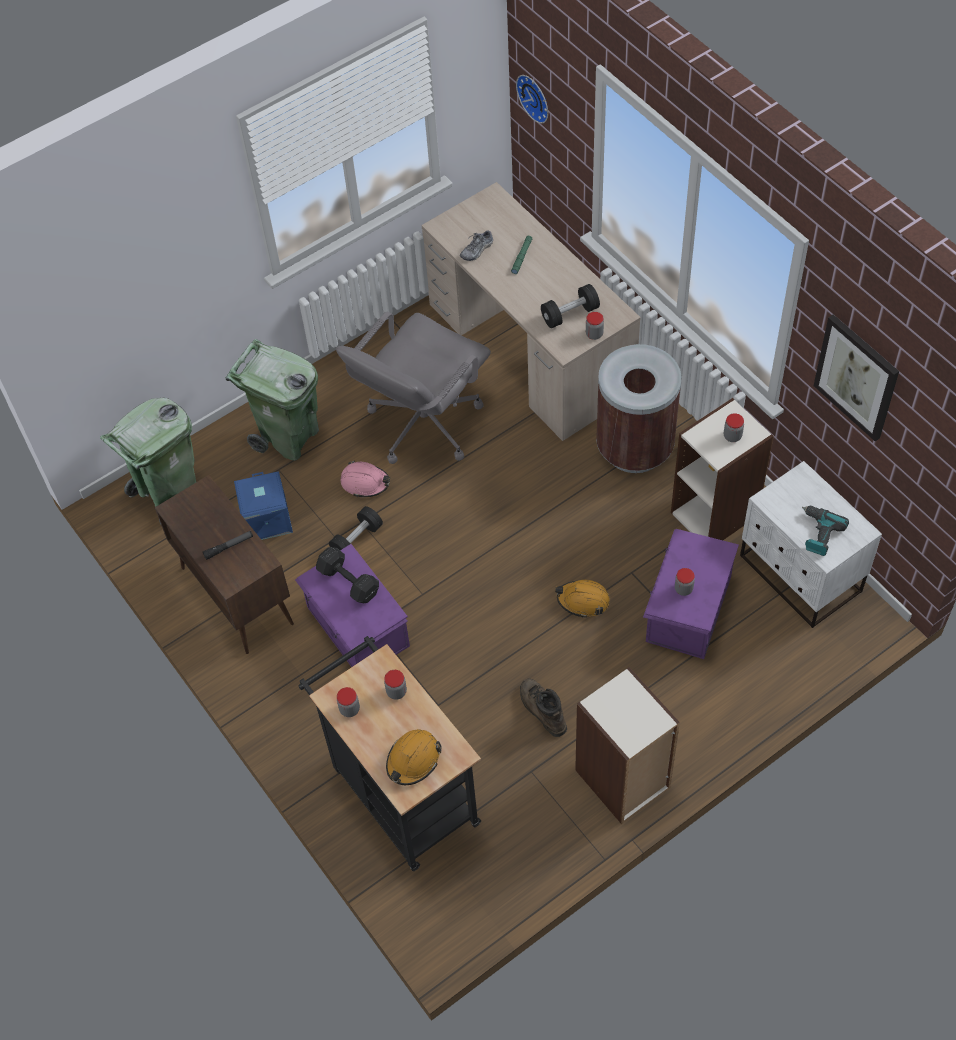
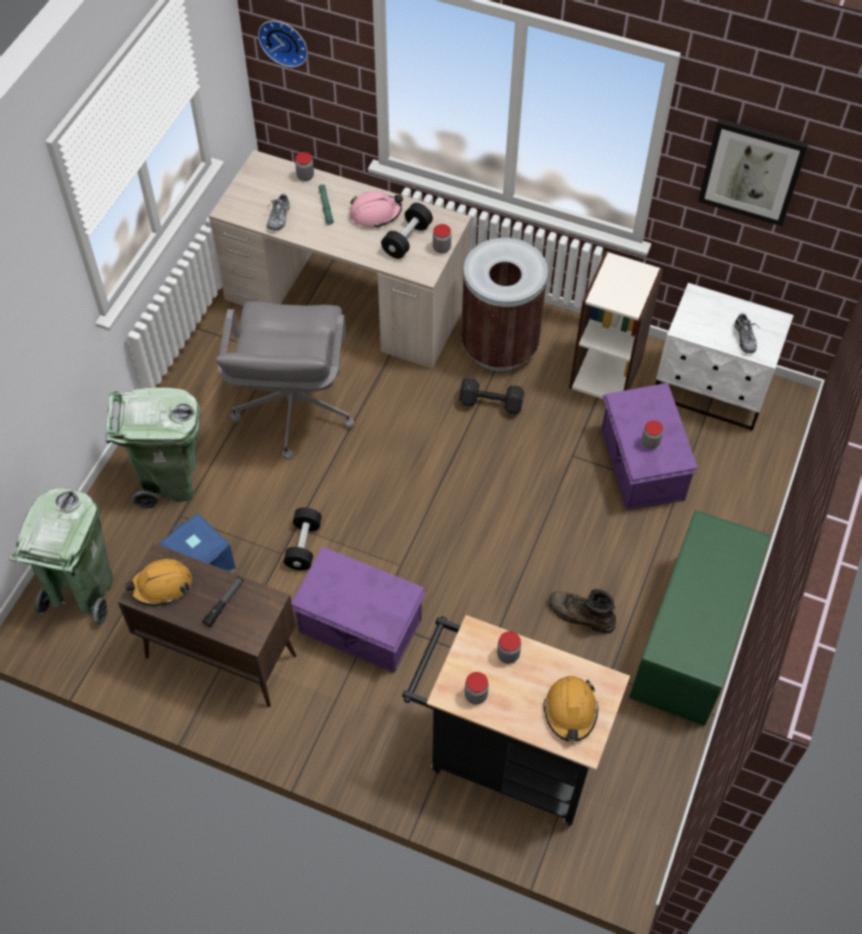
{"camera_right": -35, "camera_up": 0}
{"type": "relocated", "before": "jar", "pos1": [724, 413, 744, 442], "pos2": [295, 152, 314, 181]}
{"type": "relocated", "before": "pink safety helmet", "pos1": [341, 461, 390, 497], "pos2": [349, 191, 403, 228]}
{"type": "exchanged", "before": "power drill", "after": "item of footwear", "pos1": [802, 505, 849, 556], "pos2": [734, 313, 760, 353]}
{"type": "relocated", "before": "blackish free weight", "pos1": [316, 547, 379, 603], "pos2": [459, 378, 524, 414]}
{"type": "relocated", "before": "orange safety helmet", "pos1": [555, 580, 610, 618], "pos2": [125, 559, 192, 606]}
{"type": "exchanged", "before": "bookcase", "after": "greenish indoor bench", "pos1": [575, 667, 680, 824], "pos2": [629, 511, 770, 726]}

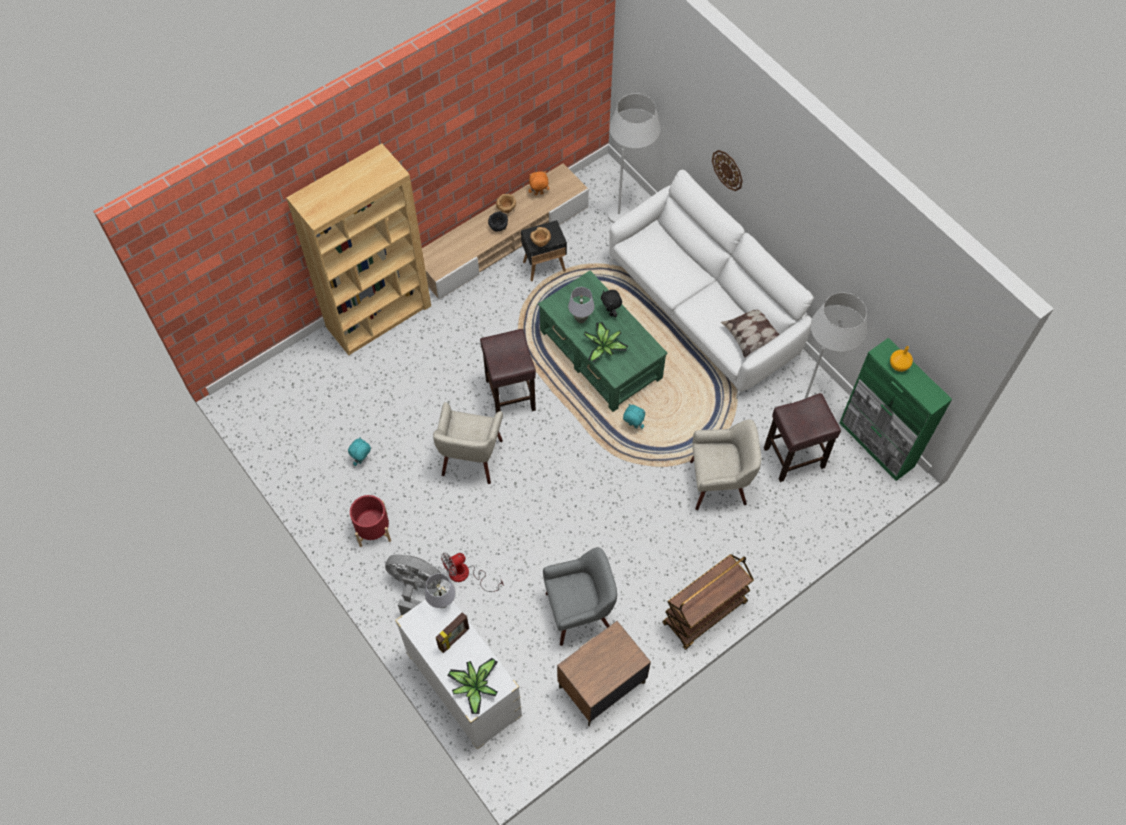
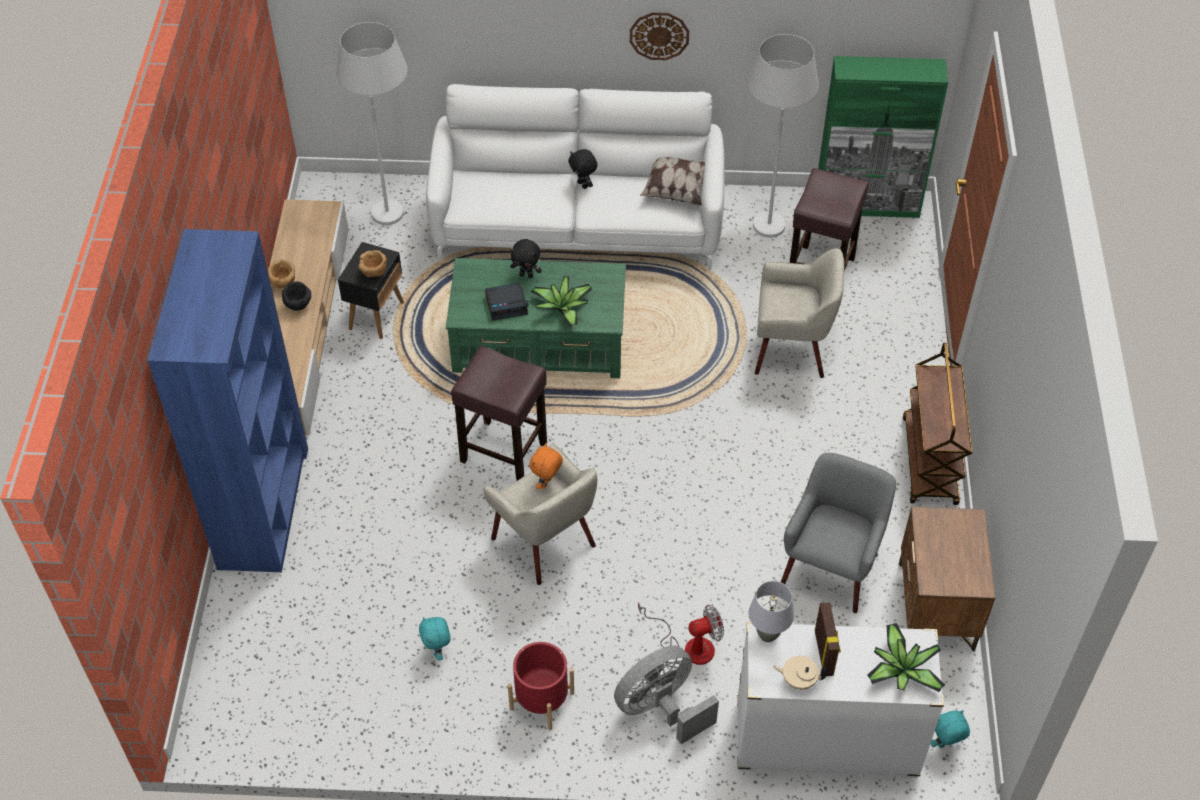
{"camera_right": -50, "camera_up": -10}
{"type": "colour", "before": "brown-coloured bookcase", "after": "bluish bookcase", "pos1": [286, 144, 431, 355], "pos2": [147, 229, 308, 572]}
{"type": "relocated", "before": "wall clock", "pos1": [712, 150, 743, 191], "pos2": [630, 12, 689, 60]}
{"type": "relocated", "before": "orange cuddly toy", "pos1": [528, 171, 549, 195], "pos2": [530, 443, 563, 490]}
{"type": "exchanged", "before": "greyish table lamp", "after": "bedside clock", "pos1": [568, 287, 594, 323], "pos2": [485, 282, 528, 321]}
{"type": "missing", "before": "orange decorative vase", "pos1": [890, 346, 913, 372]}
{"type": "relocated", "before": "blue-green cuddly toy", "pos1": [623, 404, 645, 429], "pos2": [931, 710, 970, 748]}
{"type": "spun", "before": "beige easy chair", "pos1": [690, 419, 761, 510], "pos2": [755, 248, 844, 378], "turn": 60}
{"type": "spun", "before": "fan", "pos1": [441, 553, 504, 592], "pos2": [638, 602, 724, 665], "turn": -120}
{"type": "appeared", "after": "blackish cuddly toy", "pos2": [568, 149, 598, 189]}
{"type": "appeared", "after": "beige pot for tea", "pos2": [773, 656, 826, 690]}

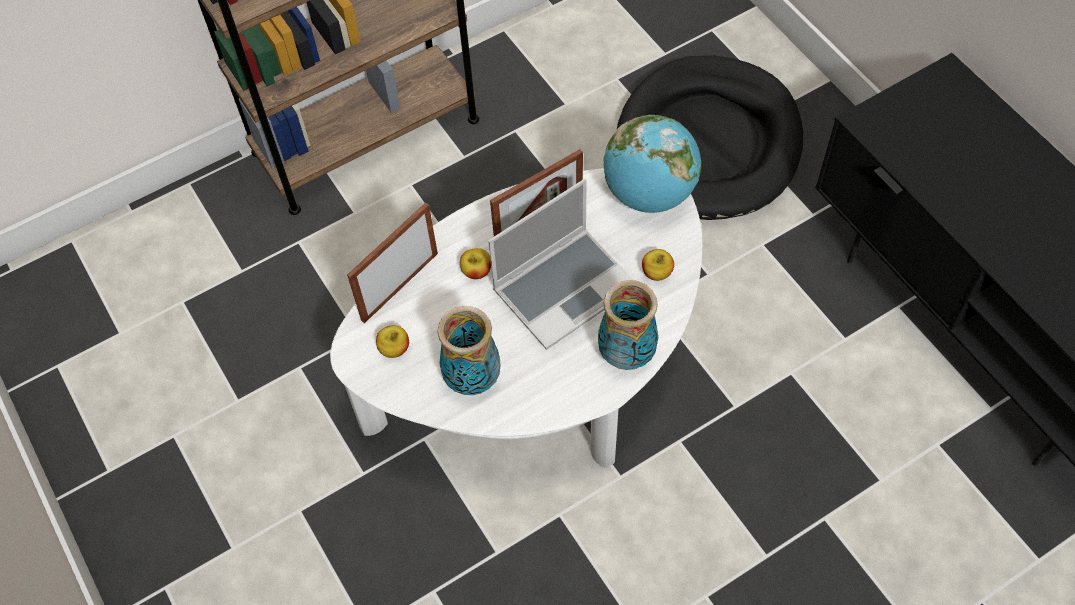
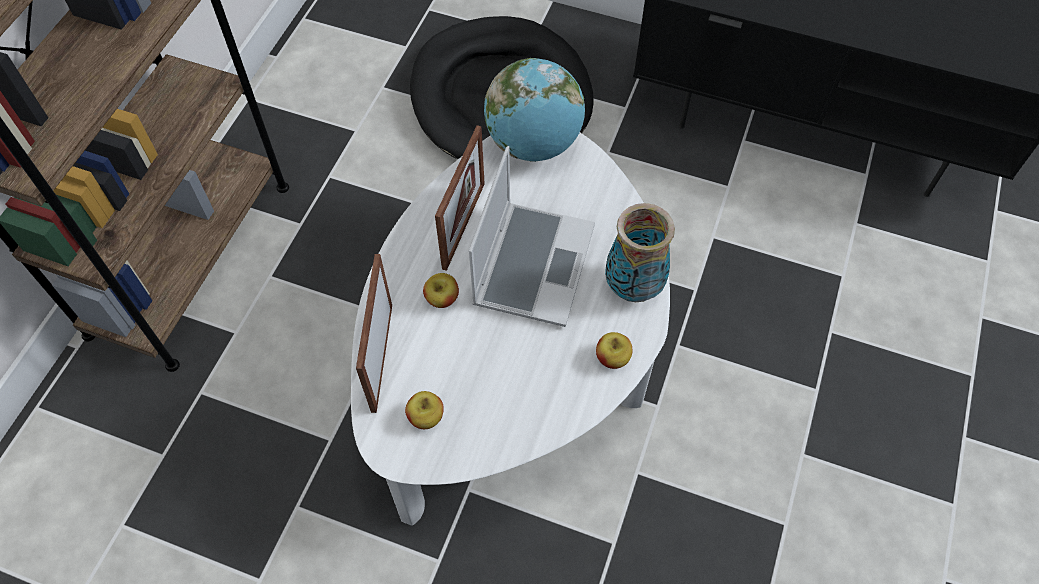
{"camera_right": -40, "camera_up": 0}
{"type": "relocated", "before": "apple", "pos1": [642, 249, 674, 281], "pos2": [596, 332, 632, 369]}
{"type": "missing", "before": "decorative vase", "pos1": [437, 306, 500, 395]}

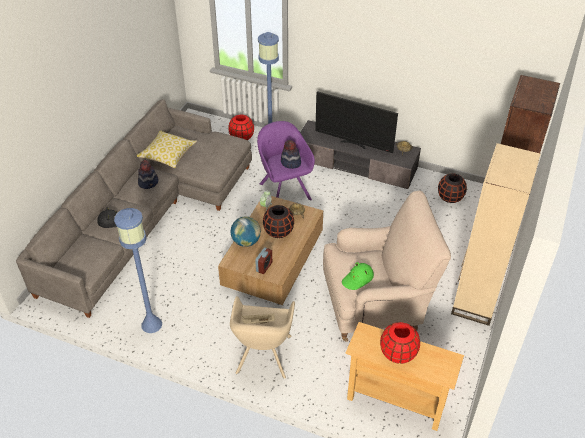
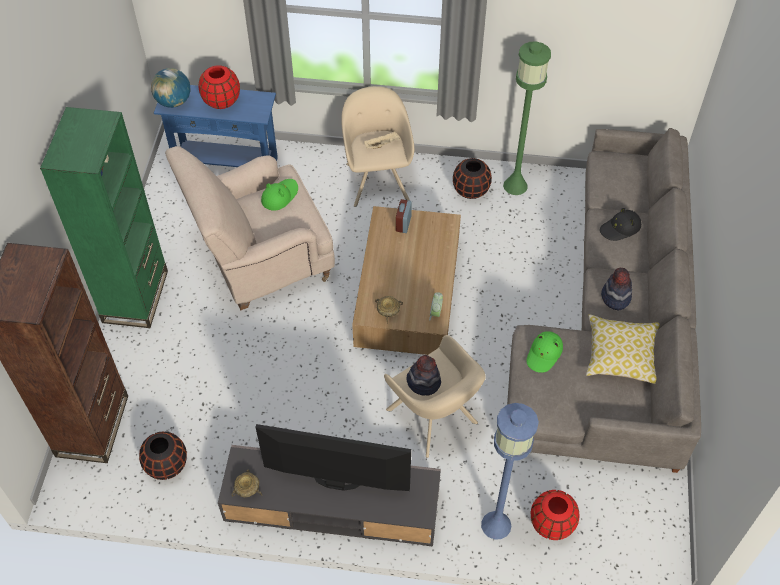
{"camera_right": 165, "camera_up": 10}
{"type": "colour", "before": "purple-coloured easy chair", "after": "beige easy chair", "pos1": [257, 121, 315, 200], "pos2": [384, 335, 486, 458]}
{"type": "colour", "before": "beige bookcase", "after": "greenish bookcase", "pos1": [451, 143, 540, 326], "pos2": [40, 107, 168, 328]}
{"type": "relocated", "before": "blackish decorative vase", "pos1": [263, 205, 294, 238], "pos2": [453, 158, 492, 199]}
{"type": "colour", "before": "bluish standing lamp", "after": "greenish standing lamp", "pos1": [114, 208, 162, 333], "pos2": [503, 42, 551, 195]}
{"type": "relocated", "before": "globe", "pos1": [230, 216, 261, 247], "pos2": [151, 68, 191, 108]}
{"type": "colour", "before": "beige narrow table", "after": "bluish narrow table", "pos1": [345, 322, 464, 431], "pos2": [154, 85, 278, 167]}
{"type": "appeared", "after": "greenish wearable hat", "pos2": [526, 331, 563, 373]}

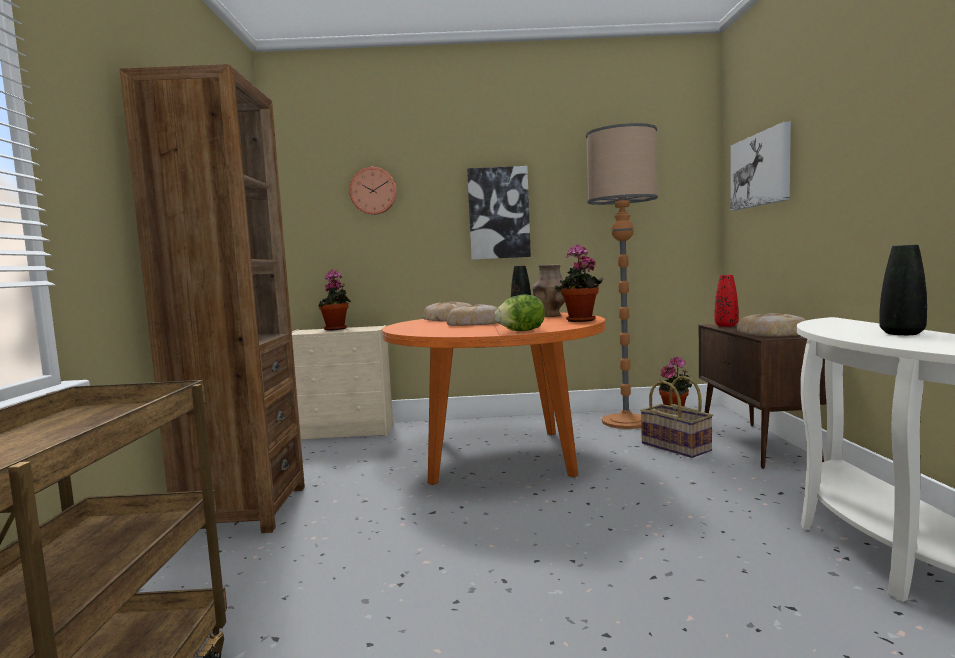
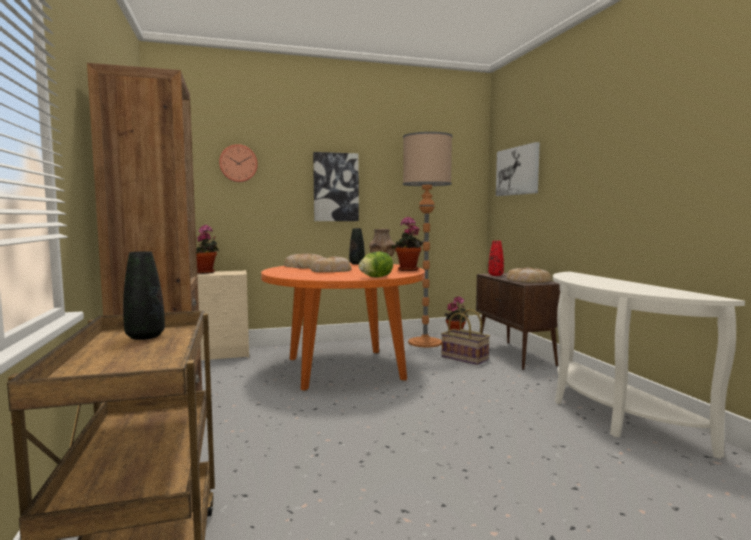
{"camera_right": -15, "camera_up": 0}
{"type": "relocated", "before": "blackish decorative vase", "pos1": [879, 245, 927, 335], "pos2": [123, 251, 165, 340]}

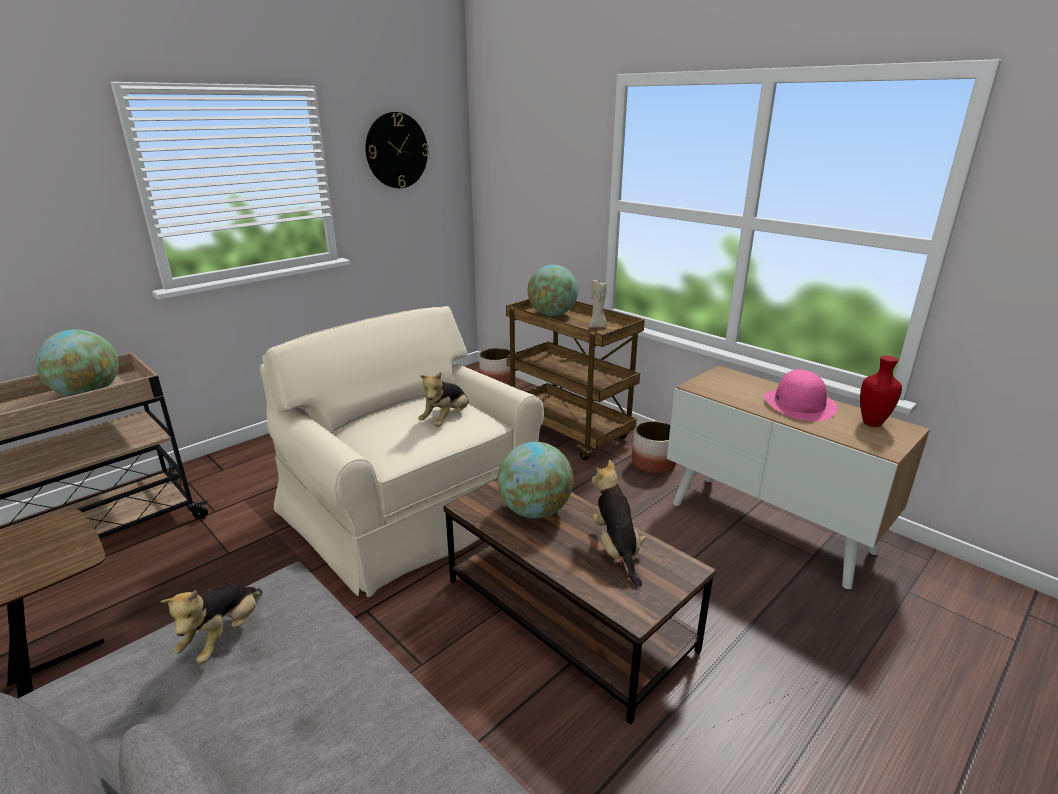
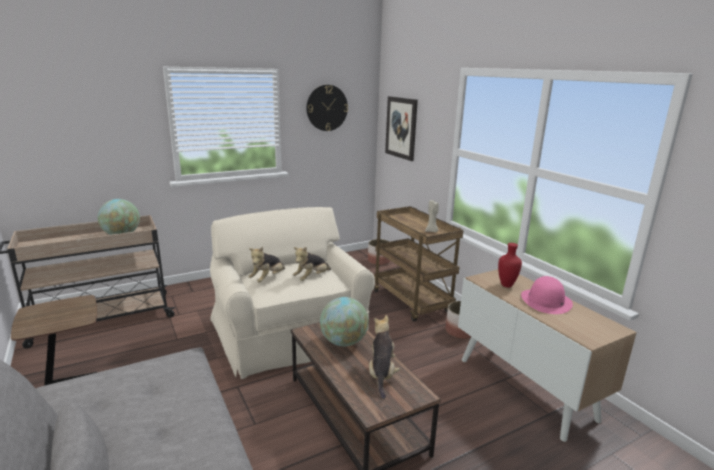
{"camera_right": 15, "camera_up": -5}
{"type": "missing", "before": "globe", "pos1": [528, 265, 578, 316]}
{"type": "relocated", "before": "red decorative vase", "pos1": [860, 356, 902, 427], "pos2": [498, 243, 522, 287]}
{"type": "relocated", "before": "cuddly toy", "pos1": [161, 584, 262, 664], "pos2": [248, 247, 285, 282]}
{"type": "appeared", "after": "wall art", "pos2": [385, 96, 418, 161]}

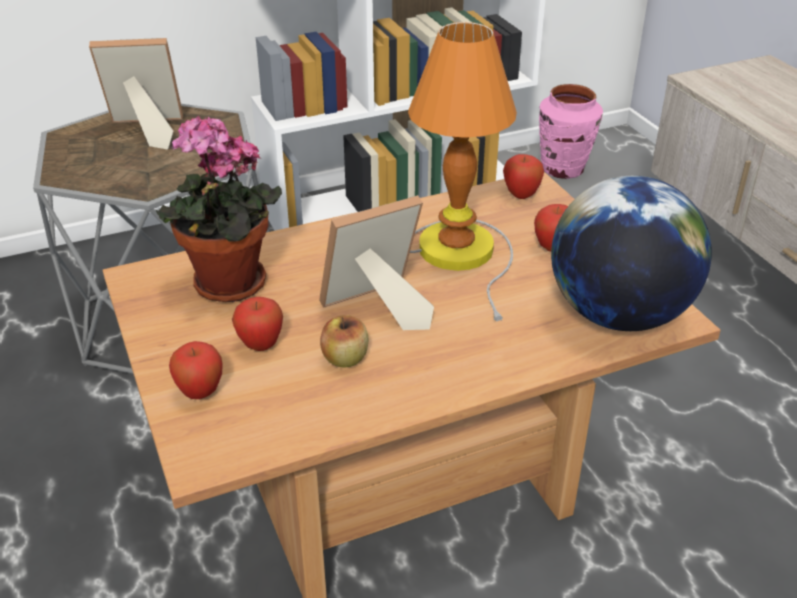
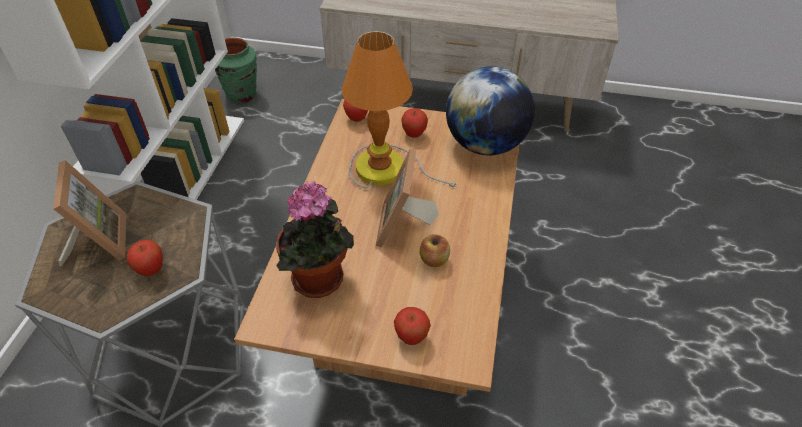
{"camera_right": -55, "camera_up": 10}
{"type": "spun", "before": "photo frame", "pos1": [89, 38, 183, 150], "pos2": [53, 160, 126, 266], "turn": 135}
{"type": "colour", "before": "pink decorative vase", "after": "greenish decorative vase", "pos1": [539, 84, 603, 179], "pos2": [215, 38, 257, 103]}
{"type": "relocated", "before": "apple", "pos1": [232, 297, 283, 351], "pos2": [127, 240, 163, 276]}

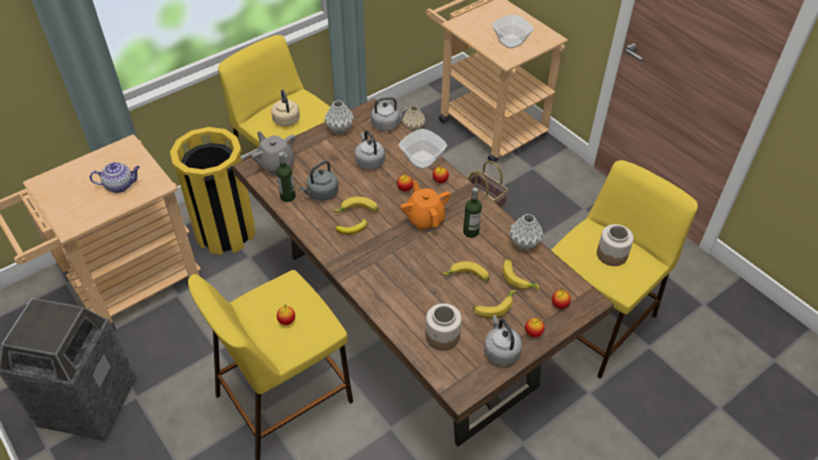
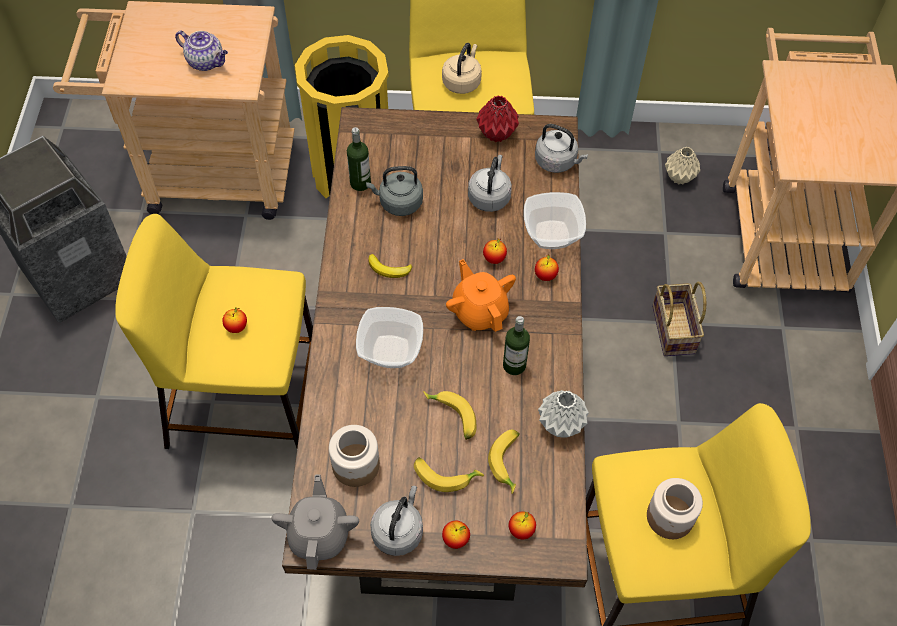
{"camera_right": 40, "camera_up": 10}
{"type": "relocated", "before": "bowl", "pos1": [492, 15, 534, 49], "pos2": [356, 307, 423, 368]}
{"type": "colour", "before": "greyish decorative vase", "after": "red decorative vase", "pos1": [324, 100, 354, 135], "pos2": [476, 95, 519, 142]}
{"type": "relocated", "before": "greyish pot for tea", "pos1": [251, 131, 295, 175], "pos2": [271, 475, 359, 570]}
{"type": "spun", "before": "orange pot for tea", "pos1": [400, 180, 451, 230], "pos2": [446, 259, 516, 332], "turn": -45}
{"type": "missing", "before": "whole banana", "pos1": [334, 197, 378, 212]}

